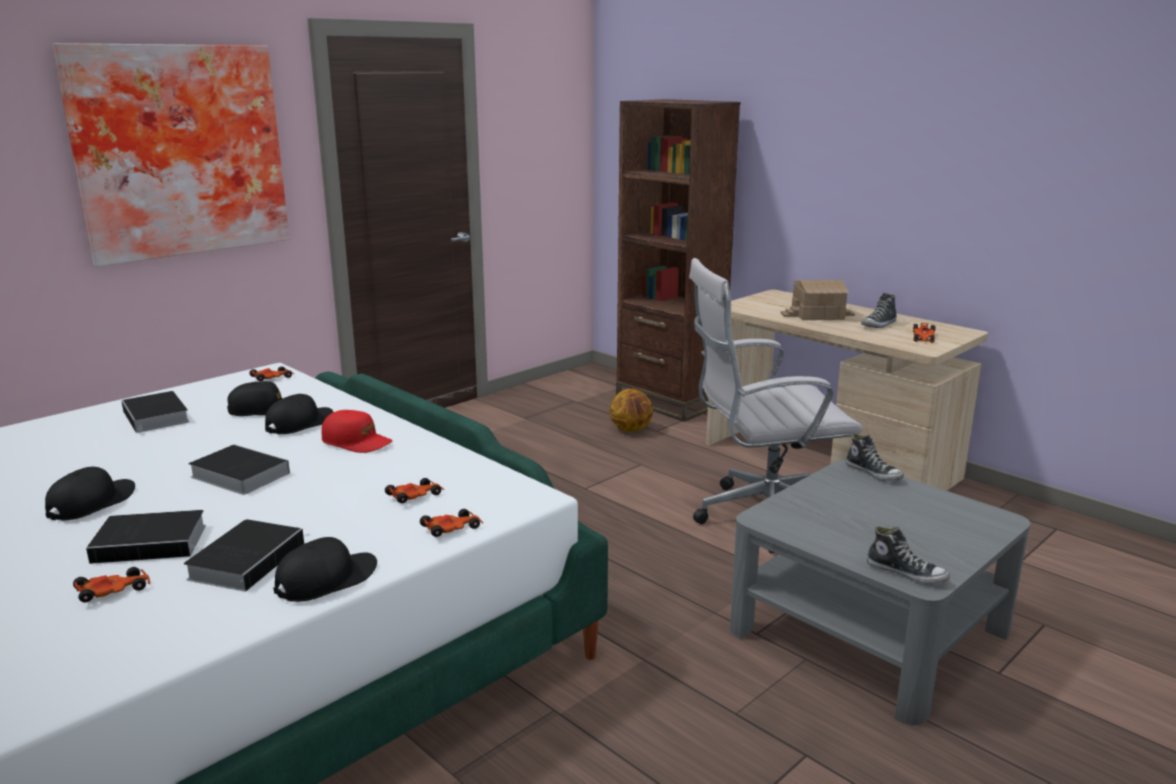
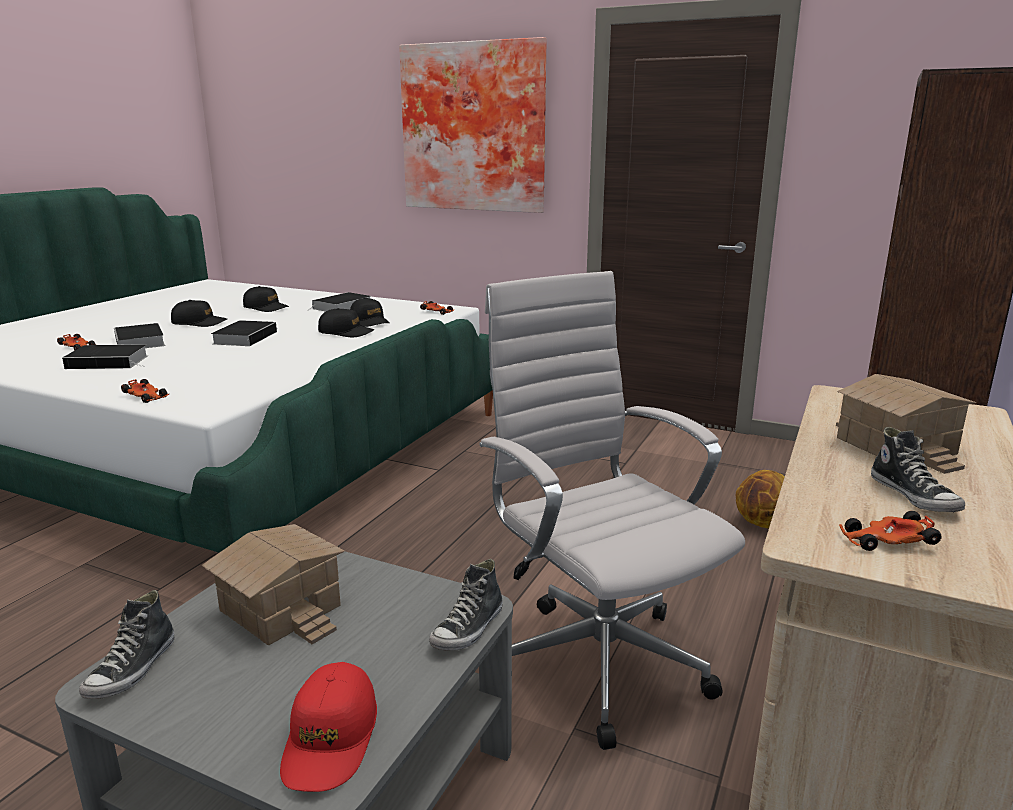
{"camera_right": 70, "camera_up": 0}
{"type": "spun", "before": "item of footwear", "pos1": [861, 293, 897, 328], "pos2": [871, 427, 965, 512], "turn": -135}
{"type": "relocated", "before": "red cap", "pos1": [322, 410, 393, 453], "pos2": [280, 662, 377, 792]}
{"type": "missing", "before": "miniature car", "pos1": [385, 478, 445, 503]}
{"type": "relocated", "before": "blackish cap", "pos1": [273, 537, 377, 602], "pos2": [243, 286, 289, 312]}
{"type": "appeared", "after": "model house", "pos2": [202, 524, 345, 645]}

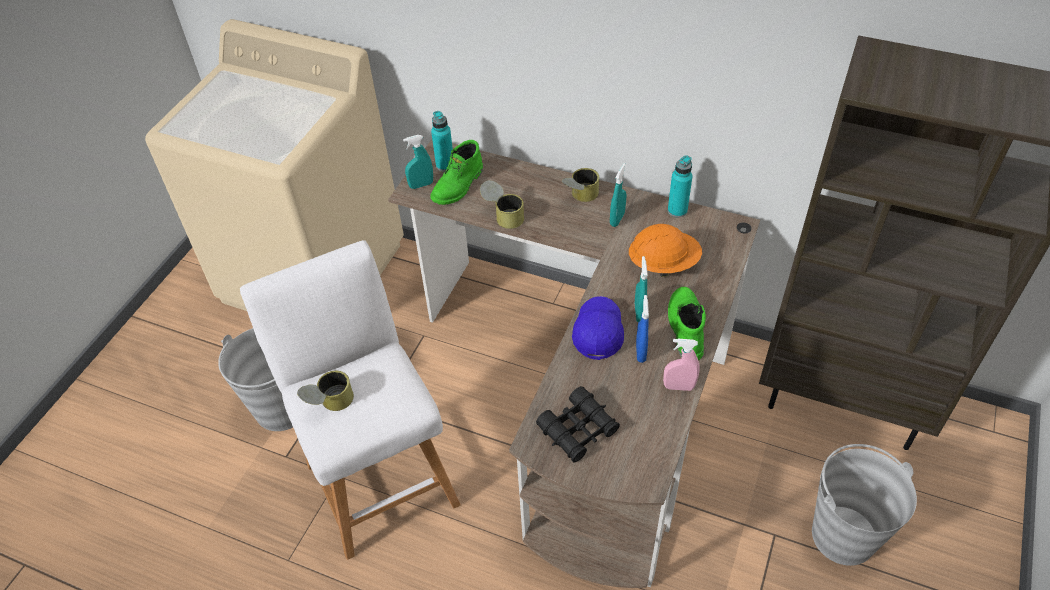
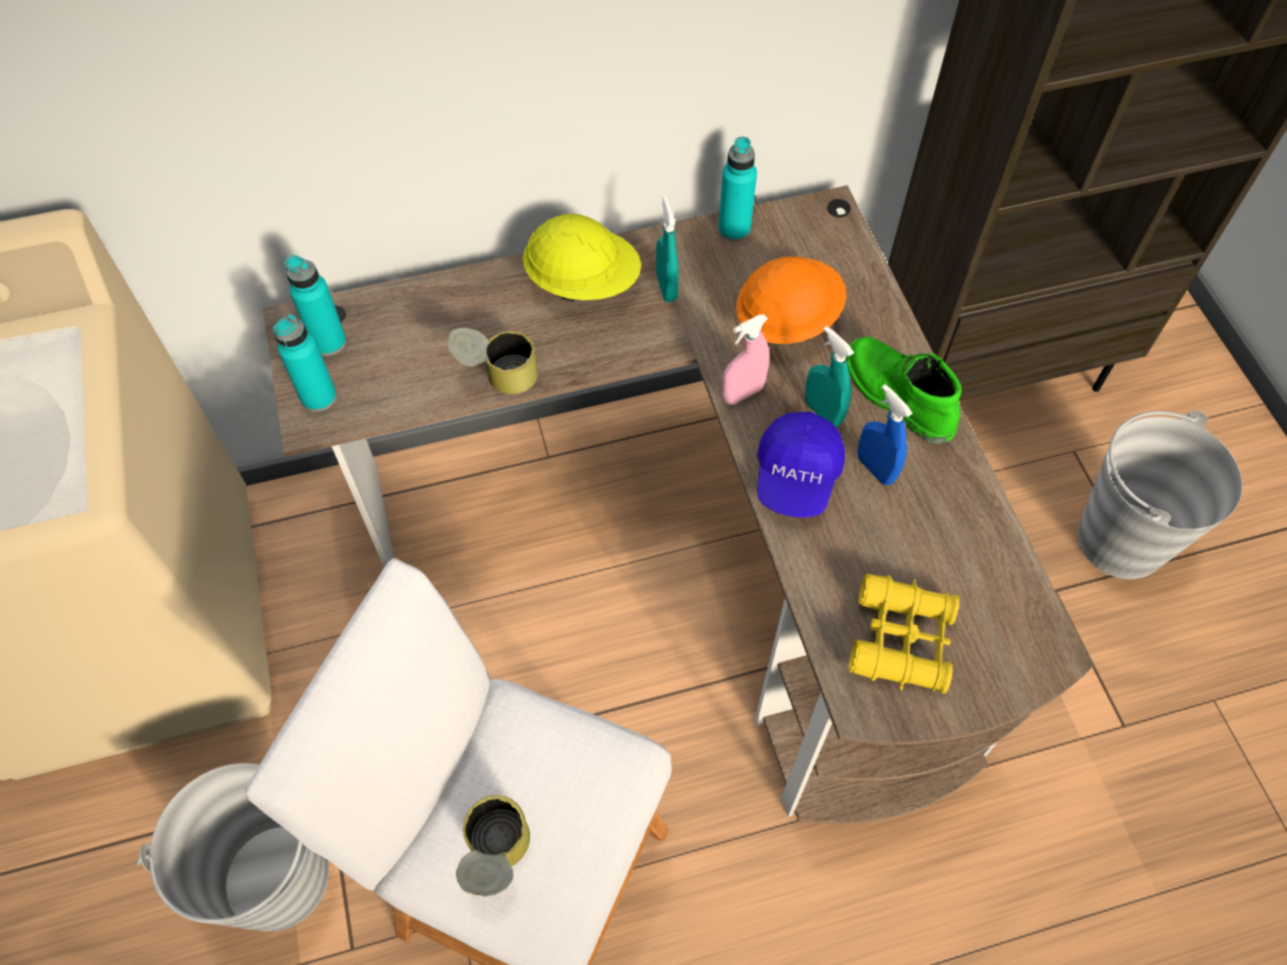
{"camera_right": -40, "camera_up": 10}
{"type": "exchanged", "before": "blue-green spray bottle", "after": "blue-green bottle", "pos1": [403, 135, 433, 189], "pos2": [273, 314, 337, 412]}
{"type": "missing", "before": "greenish high-top boot", "pos1": [431, 140, 483, 205]}
{"type": "exchanged", "before": "can", "after": "yellow safety helmet", "pos1": [562, 168, 599, 202], "pos2": [522, 214, 641, 302]}
{"type": "spun", "before": "bluish cap", "pos1": [572, 296, 624, 360], "pos2": [757, 412, 845, 518], "turn": -135}
{"type": "relocated", "before": "pink spray bottle", "pos1": [663, 339, 700, 391], "pos2": [722, 314, 769, 405]}
{"type": "colour", "before": "blackish field glasses", "after": "yellow field glasses", "pos1": [536, 386, 620, 463], "pos2": [849, 574, 960, 694]}

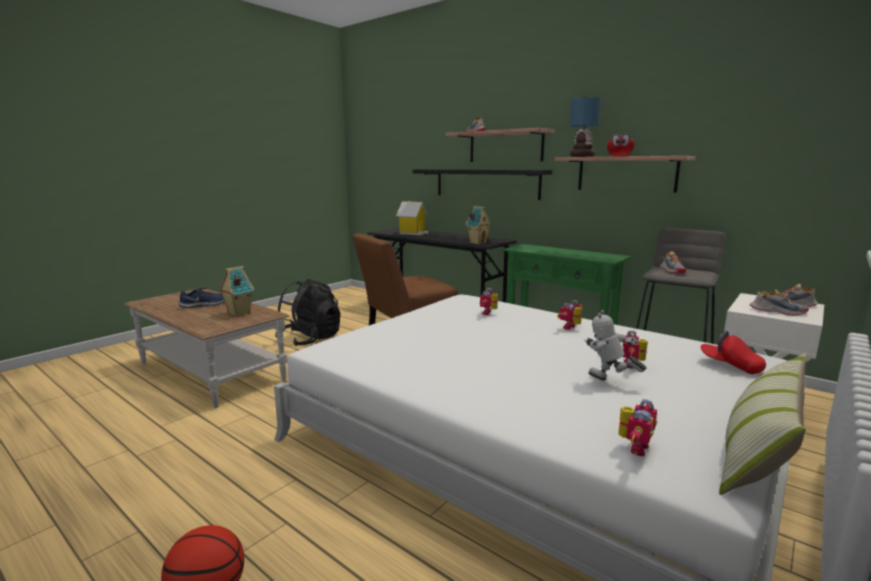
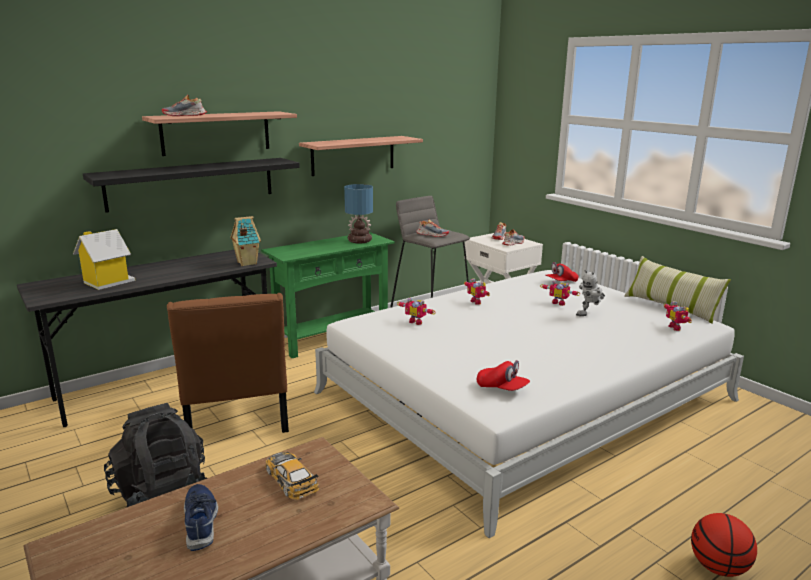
{"camera_right": -75, "camera_up": 5}
{"type": "relocated", "before": "table lamp", "pos1": [570, 97, 601, 157], "pos2": [344, 184, 373, 244]}
{"type": "relocated", "before": "red cap", "pos1": [607, 133, 634, 157], "pos2": [477, 360, 530, 391]}
{"type": "exchanged", "before": "model house", "after": "miniature car", "pos1": [219, 266, 254, 317], "pos2": [265, 452, 319, 500]}
{"type": "spun", "before": "toy robot", "pos1": [618, 399, 657, 456], "pos2": [664, 301, 692, 331], "turn": -150}

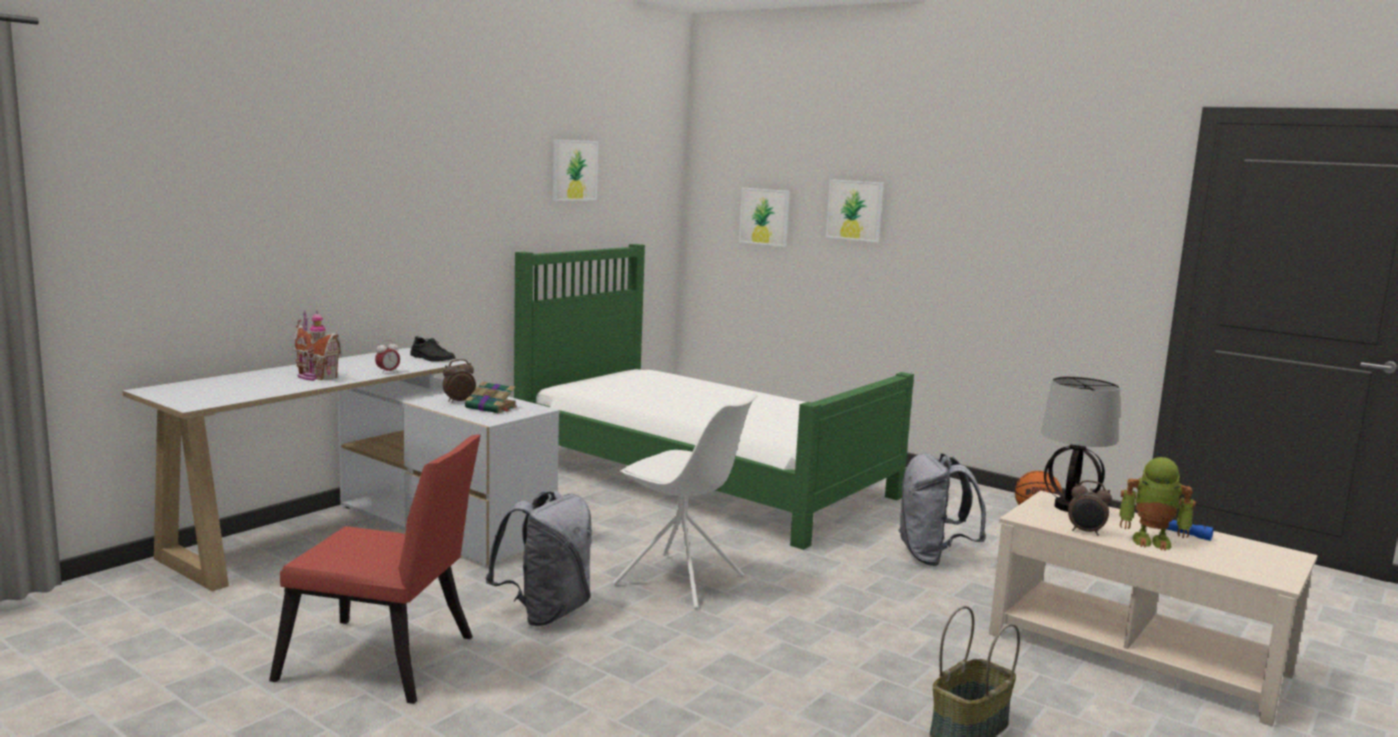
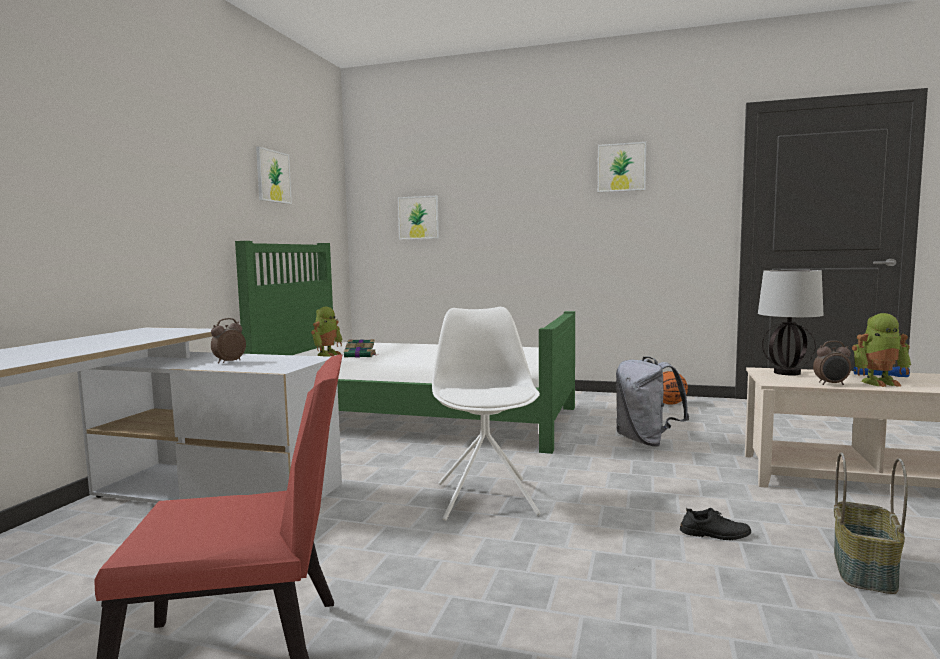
{"camera_right": -20, "camera_up": -5}
{"type": "relocated", "before": "wall art", "pos1": [826, 179, 883, 242], "pos2": [598, 142, 646, 192]}
{"type": "missing", "before": "model house", "pos1": [293, 310, 342, 381]}
{"type": "relocated", "before": "blackish item of footwear", "pos1": [410, 336, 456, 361], "pos2": [680, 508, 751, 540]}
{"type": "missing", "before": "bedside clock", "pos1": [375, 340, 400, 374]}
{"type": "relocated", "before": "bound book", "pos1": [465, 382, 517, 414], "pos2": [344, 339, 378, 358]}
{"type": "spun", "before": "white-coloured upright chair", "pos1": [613, 393, 758, 609], "pos2": [432, 307, 541, 521], "turn": -105}
{"type": "missing", "before": "greyish rucksack", "pos1": [486, 491, 592, 626]}
{"type": "appeared", "after": "toy robot", "pos2": [311, 307, 343, 357]}

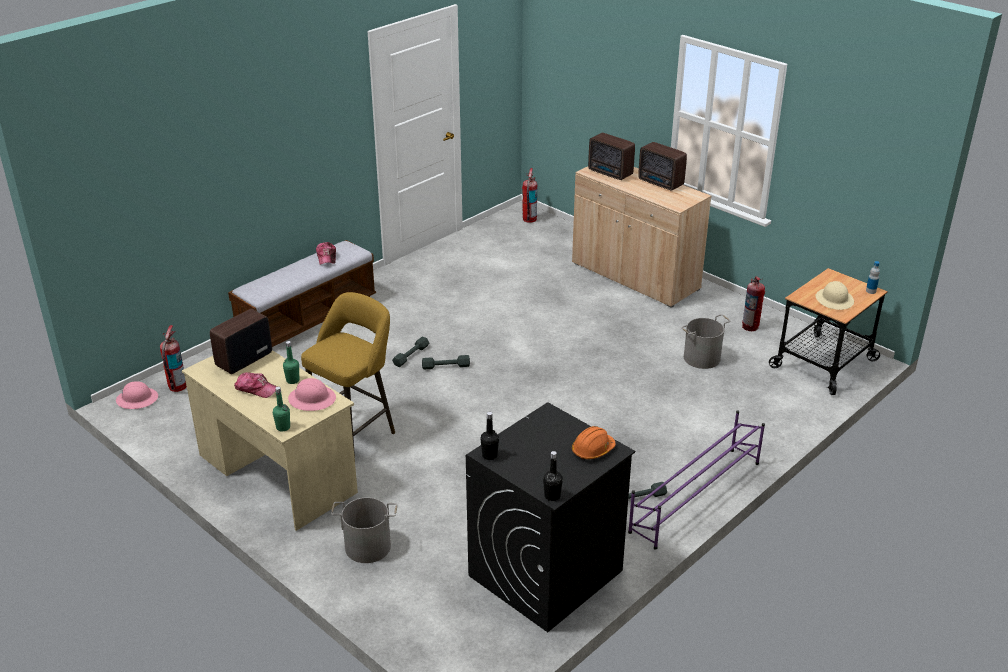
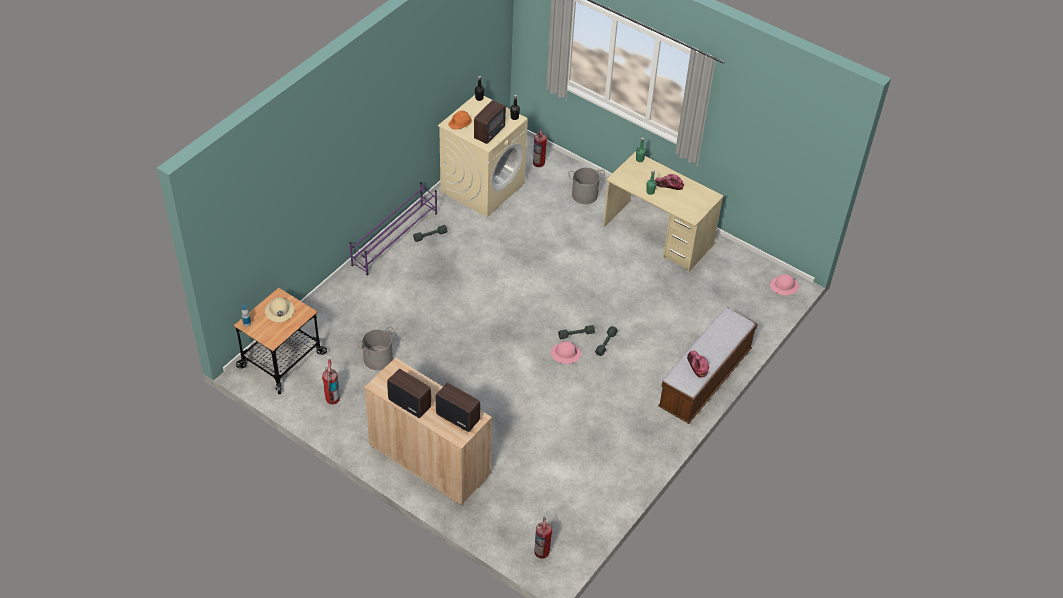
{"camera_right": 170, "camera_up": 15}
{"type": "missing", "before": "yellow sitting stool", "pos1": [301, 292, 395, 457]}
{"type": "relocated", "before": "radio receiver", "pos1": [210, 309, 272, 374], "pos2": [474, 100, 506, 144]}
{"type": "relocated", "before": "extinguisher", "pos1": [160, 325, 187, 392], "pos2": [533, 130, 547, 167]}
{"type": "relocated", "before": "pink safety helmet", "pos1": [288, 378, 336, 411], "pos2": [551, 341, 581, 364]}
{"type": "colour", "before": "blackish washing machine", "after": "beige washing machine", "pos1": [466, 402, 635, 632], "pos2": [438, 95, 528, 217]}

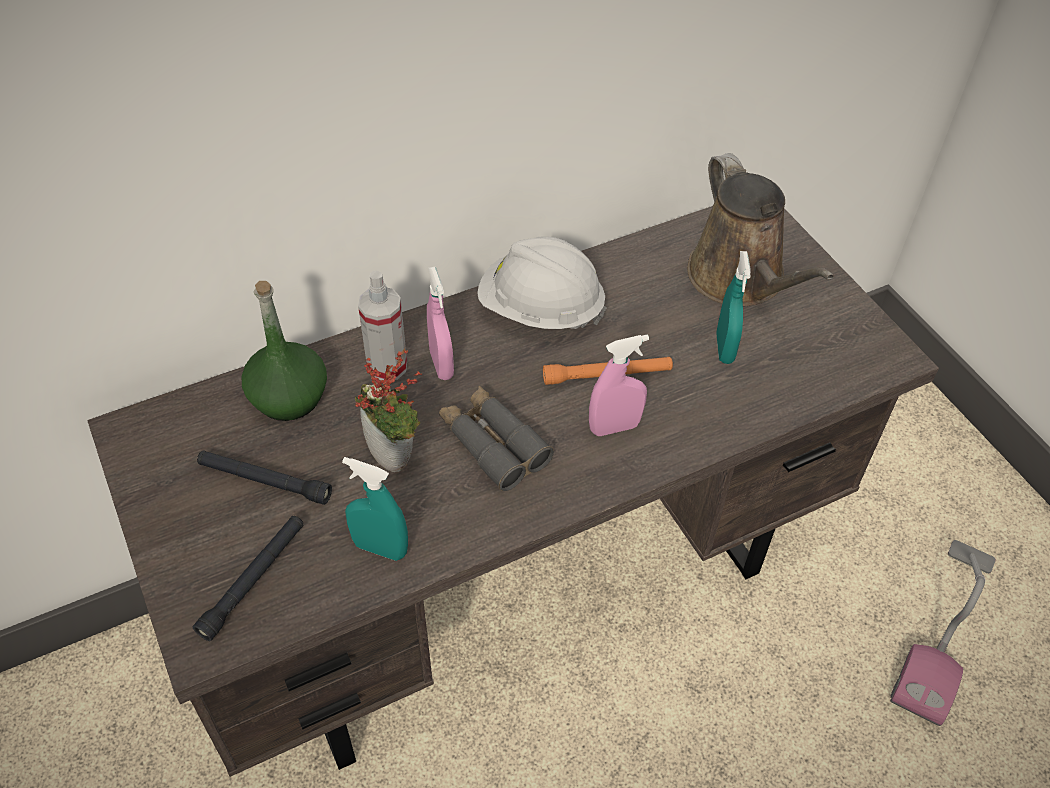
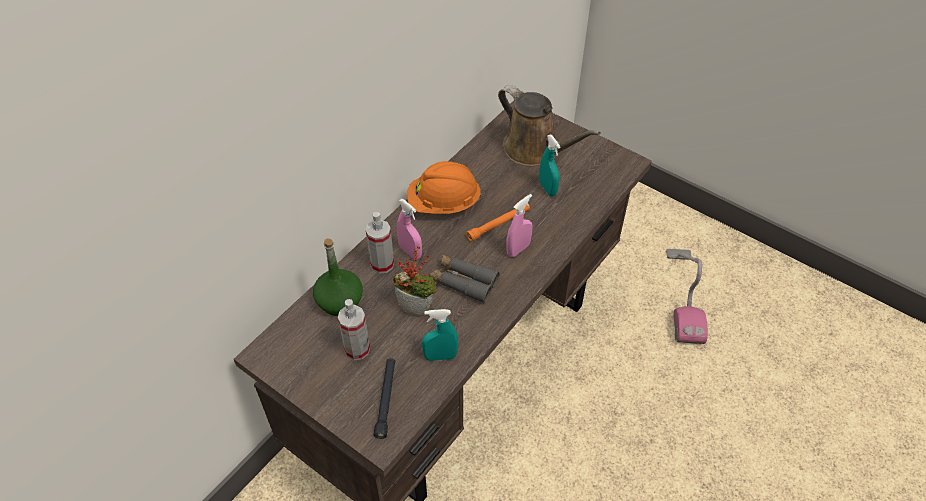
{"camera_right": -25, "camera_up": 0}
{"type": "colour", "before": "white-coloured safety helmet", "after": "orange safety helmet", "pos1": [477, 236, 607, 329], "pos2": [407, 161, 481, 214]}
{"type": "exchanged", "before": "blackish hand torch", "after": "spray bottle", "pos1": [197, 450, 332, 505], "pos2": [338, 299, 370, 360]}

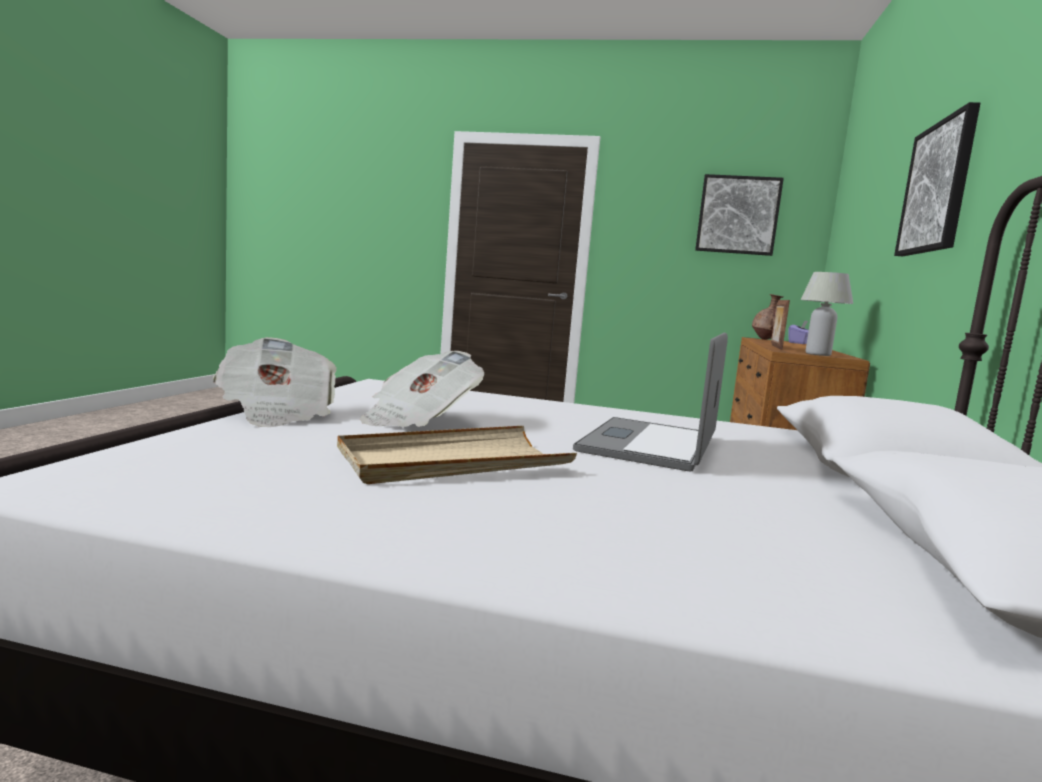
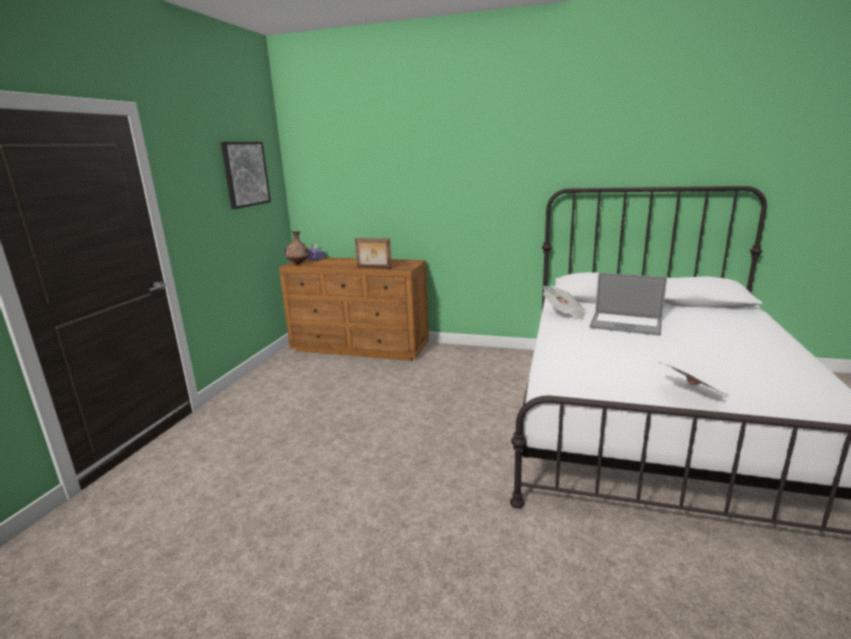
{"camera_right": -85, "camera_up": 10}
{"type": "missing", "before": "wall art", "pos1": [894, 102, 980, 256]}
{"type": "missing", "before": "white-coloured table lamp", "pos1": [800, 272, 853, 356]}
{"type": "relocated", "before": "daily paper", "pos1": [360, 351, 484, 427], "pos2": [543, 286, 586, 320]}
{"type": "missing", "before": "beige carrying tray", "pos1": [337, 426, 577, 484]}

